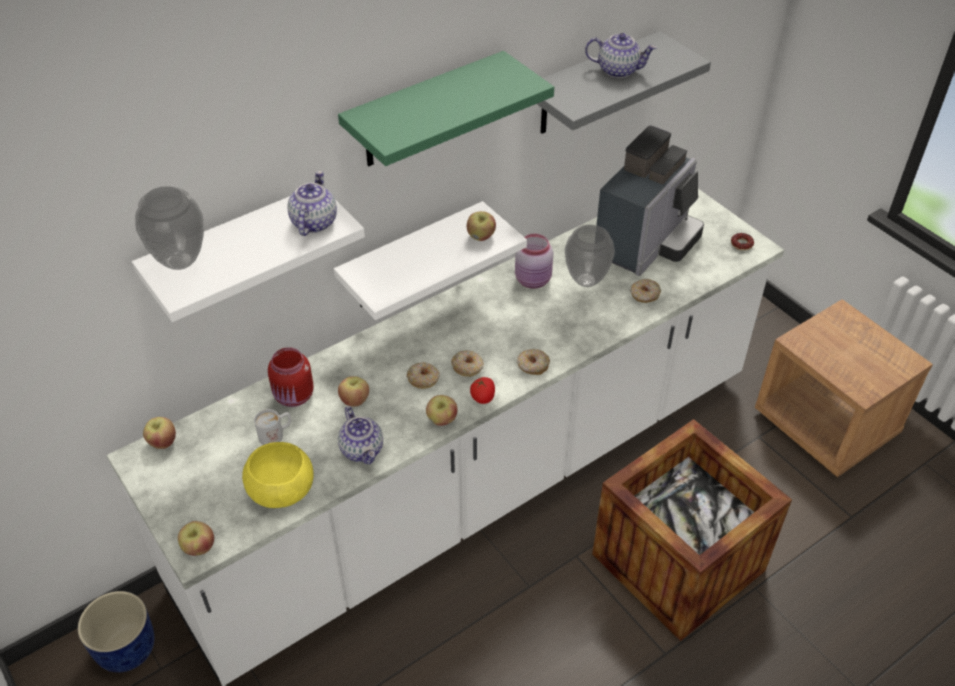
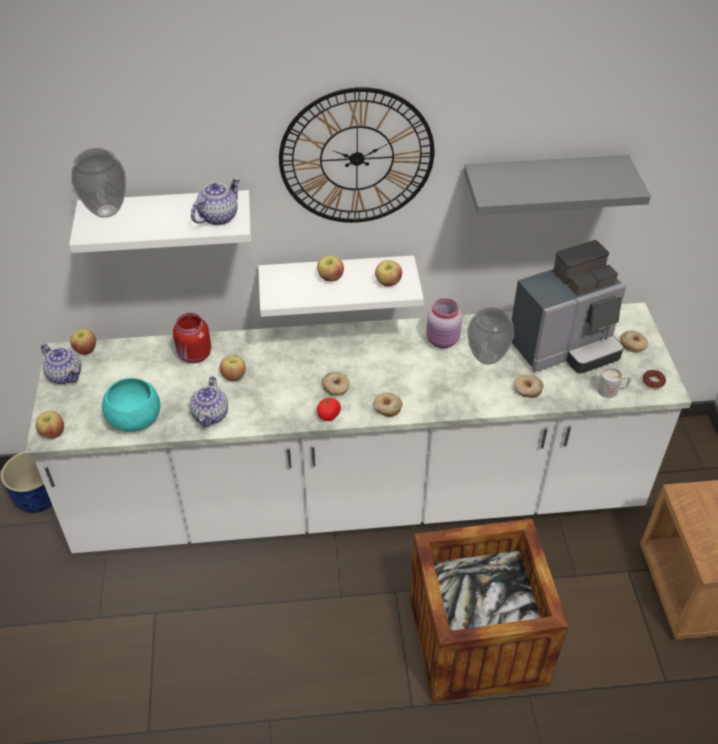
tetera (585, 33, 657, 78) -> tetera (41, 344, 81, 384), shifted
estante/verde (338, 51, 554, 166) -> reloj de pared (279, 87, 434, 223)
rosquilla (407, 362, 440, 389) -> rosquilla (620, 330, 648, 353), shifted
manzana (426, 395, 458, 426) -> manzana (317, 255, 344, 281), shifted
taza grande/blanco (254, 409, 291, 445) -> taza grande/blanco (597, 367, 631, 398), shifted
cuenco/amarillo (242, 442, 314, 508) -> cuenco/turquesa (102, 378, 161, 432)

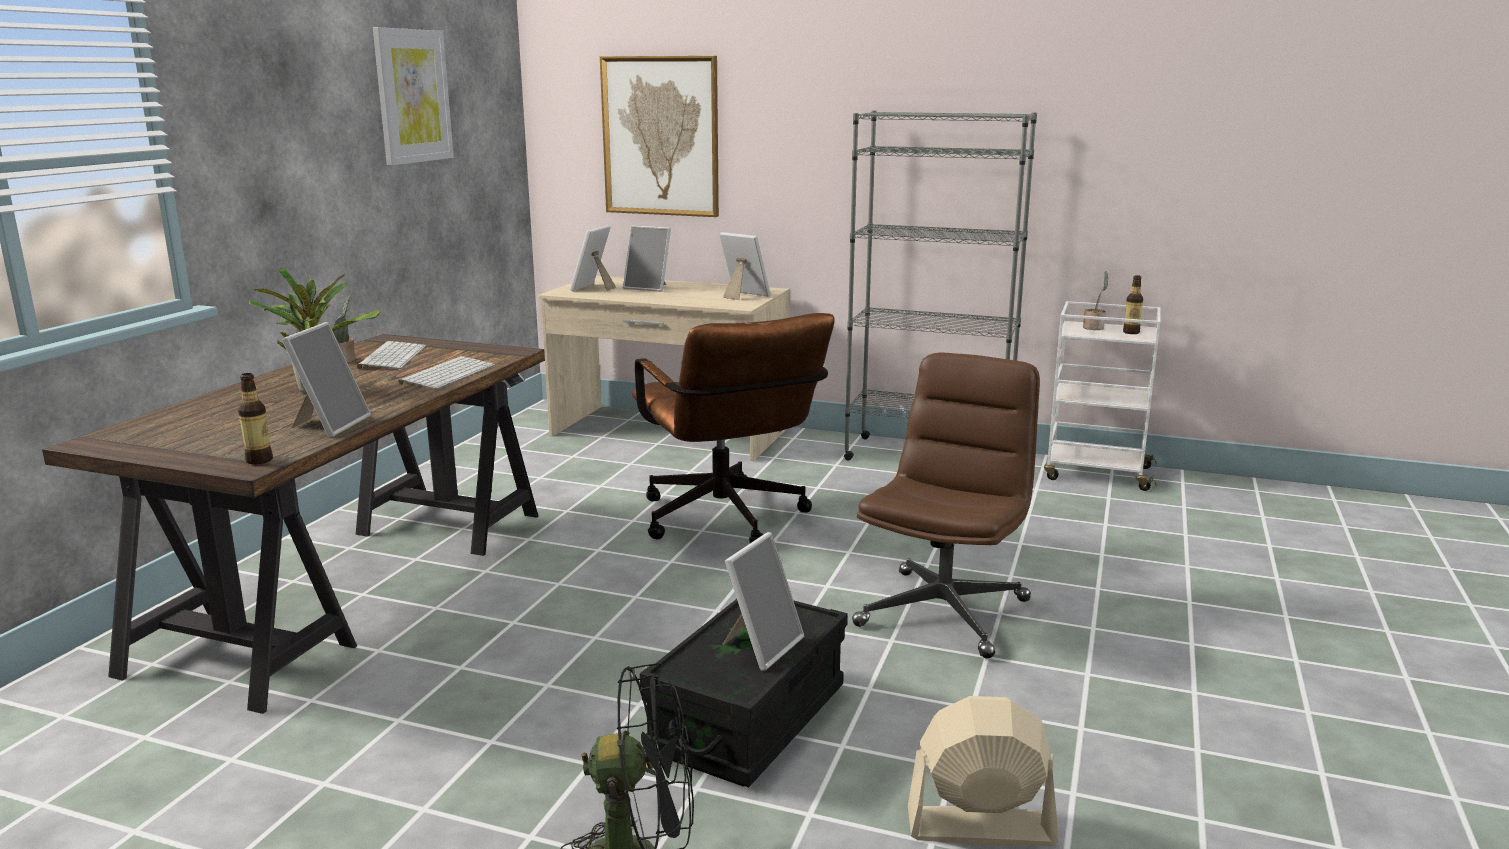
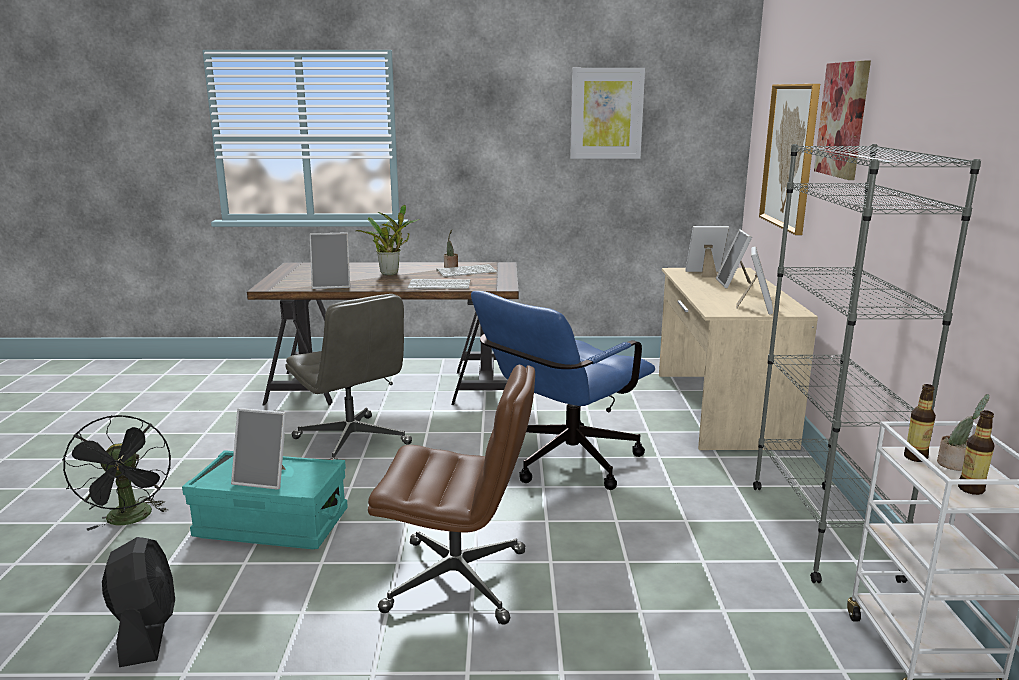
silla de oficina/marrón (632, 313, 835, 543) -> silla de oficina/azul (471, 291, 655, 490)
botella (238, 373, 273, 464) -> botella (904, 384, 936, 462), shifted
caja de almacenaje/negro (640, 599, 848, 787) -> caja de almacenaje/turquesa (182, 450, 348, 549)
ventilador/beis (908, 696, 1059, 846) -> ventilador/negro (102, 537, 175, 667)
none -> cuadro (814, 61, 871, 180)
none -> silla de oficina/gris (285, 294, 412, 460)

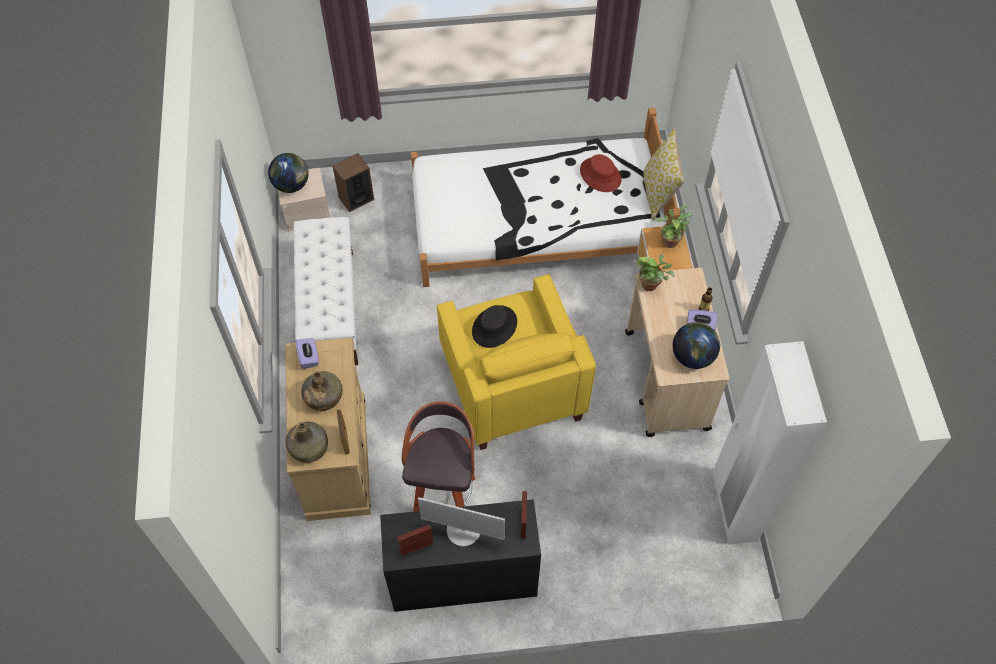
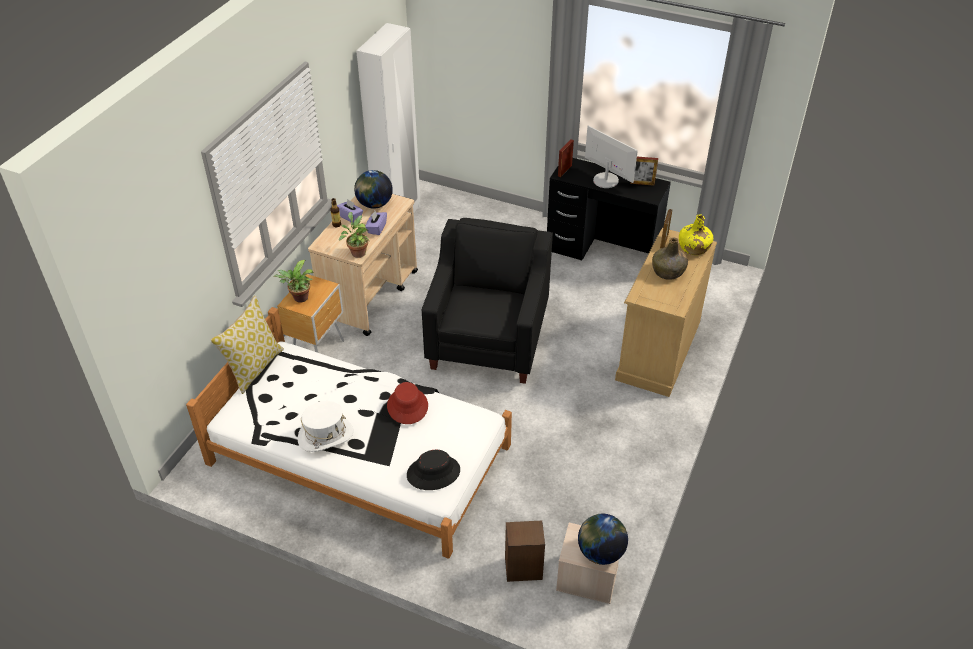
sombrero/rojo (580, 154, 621, 192) -> sombrero/rojo (387, 382, 428, 424), shifted
banco/blanco (294, 217, 358, 365) -> none
sillón/amarillo (437, 274, 596, 450) -> sillón/negro (422, 218, 553, 384)
sombrero/negro (472, 305, 517, 348) -> sombrero/negro (407, 450, 460, 490), shifted
caja de pañuelos/morado (295, 338, 319, 369) -> caja de pañuelos/morado (365, 211, 387, 235), shifted
taburete (402, 401, 476, 512) -> none
botella/verde (286, 422, 328, 463) -> botella/amarillo (679, 215, 713, 255)
none -> sombrero/blanco (298, 401, 354, 452)

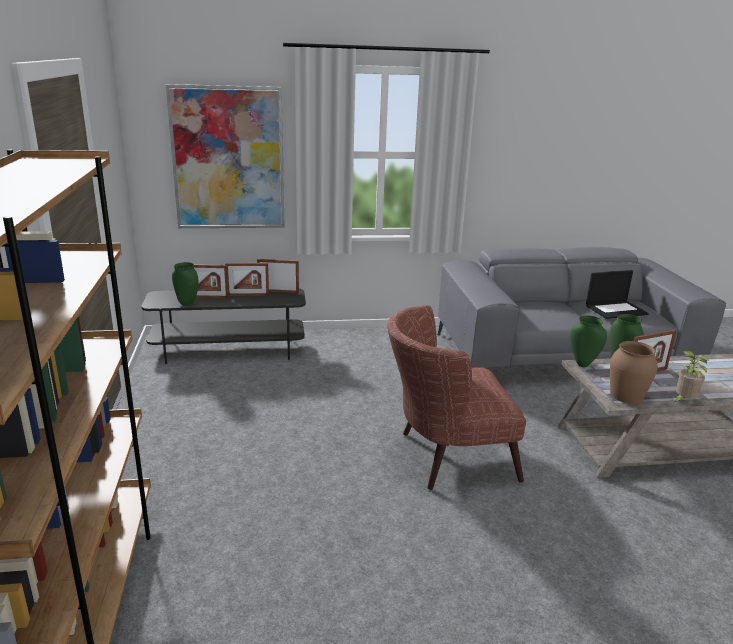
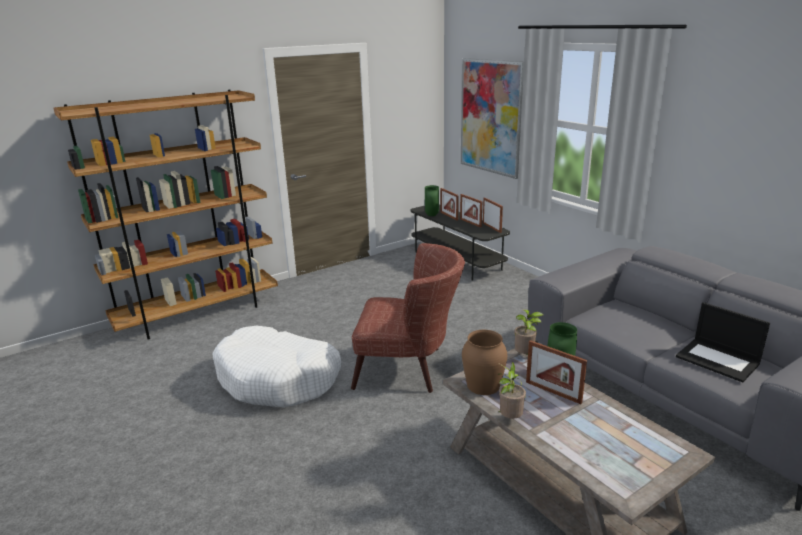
sillón/marrón (387, 305, 526, 490) -> sillón/marrón (351, 243, 465, 393), 135 degrees clockwise
florero/verde (570, 315, 607, 367) -> planta en maceta (514, 310, 543, 355)
none -> cama para perro/blanco (212, 325, 341, 408)

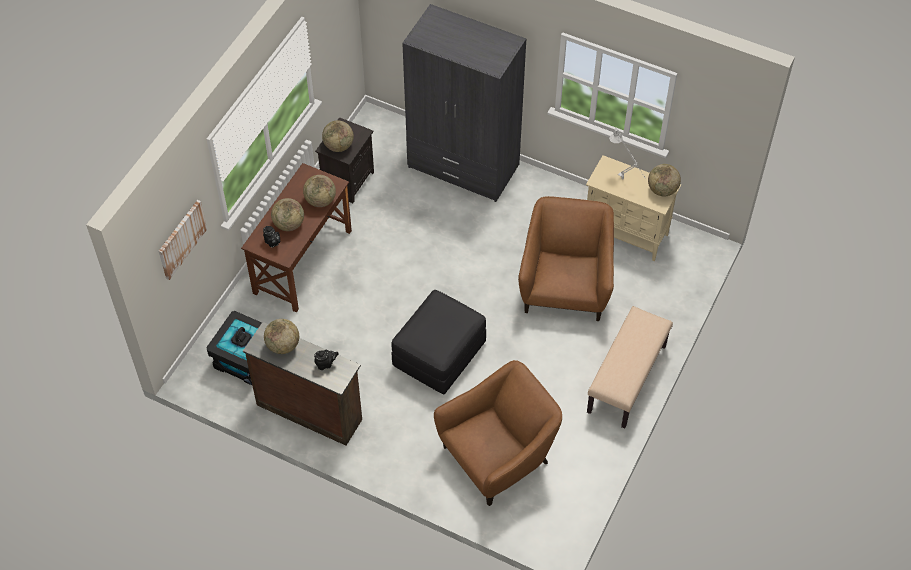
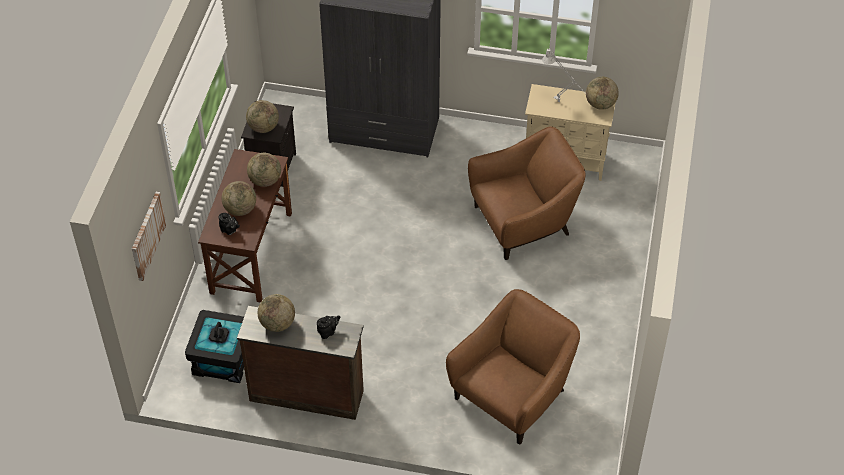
sillón/marrón (518, 196, 614, 321) -> sillón/marrón (468, 126, 585, 260), 75 degrees clockwise
puf/negro (392, 290, 486, 394) -> none
banco/beis (587, 306, 673, 429) -> none

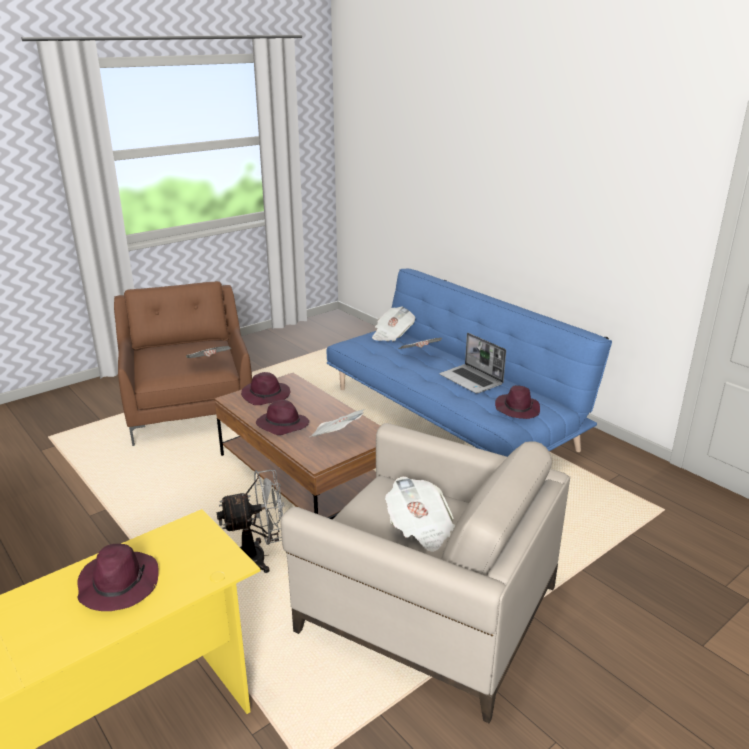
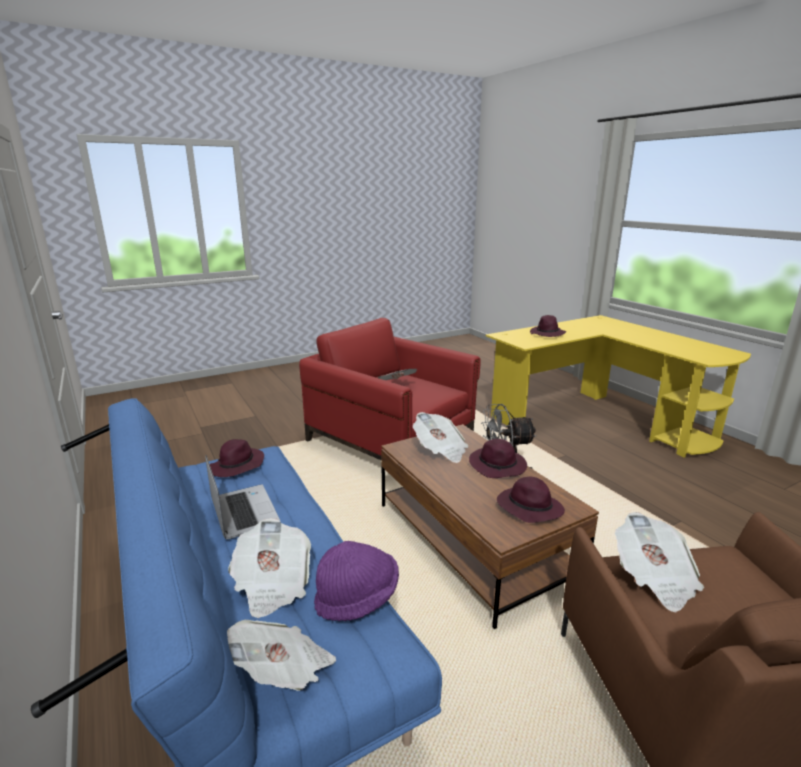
sillón/beis (281, 423, 570, 723) -> sillón/rojo (299, 318, 481, 460)
none -> sombrero/morado (314, 541, 399, 621)

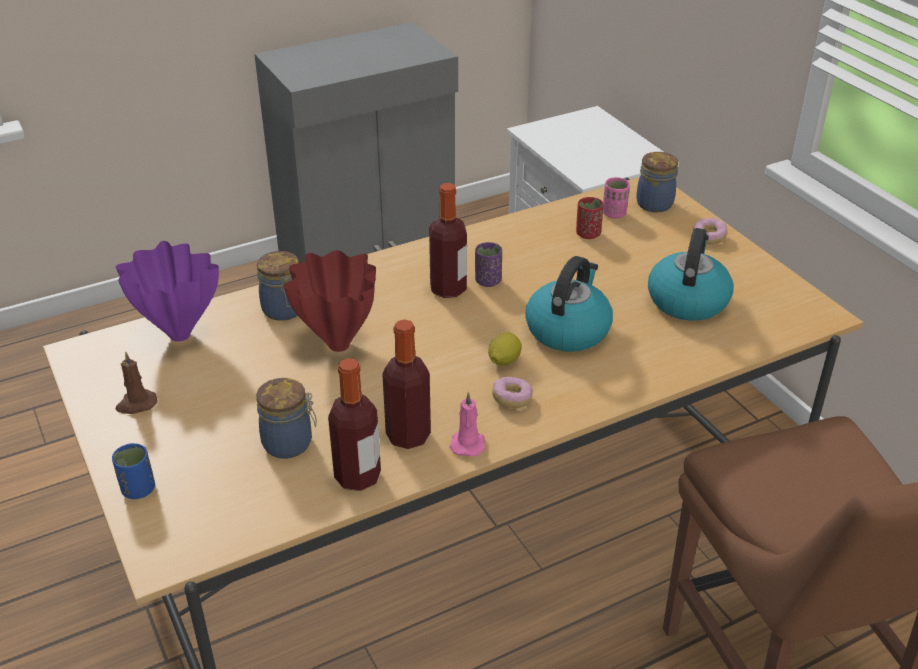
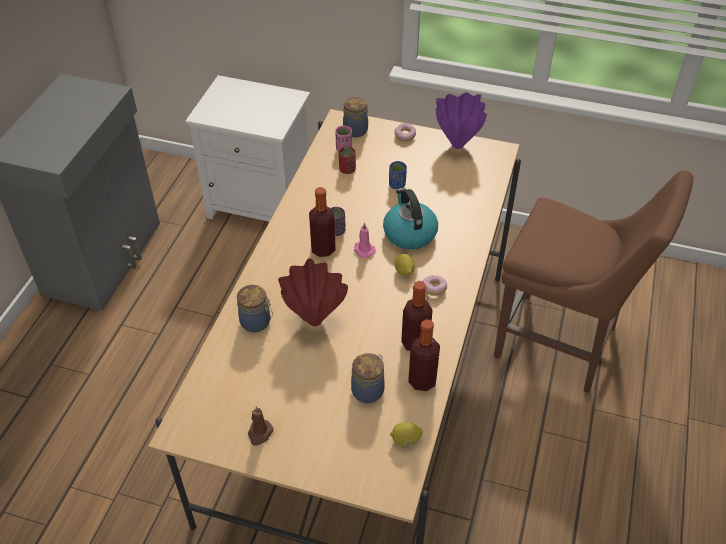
hervidor (648, 228, 733, 321) -> none
florero/morado (116, 241, 219, 342) -> florero/morado (436, 92, 487, 149), shifted
vela/rosa (450, 391, 485, 457) -> vela/rosa (354, 223, 376, 258), shifted
taza/azul (112, 443, 155, 499) -> taza/azul (389, 161, 407, 189), shifted
none -> limón (390, 422, 423, 446)

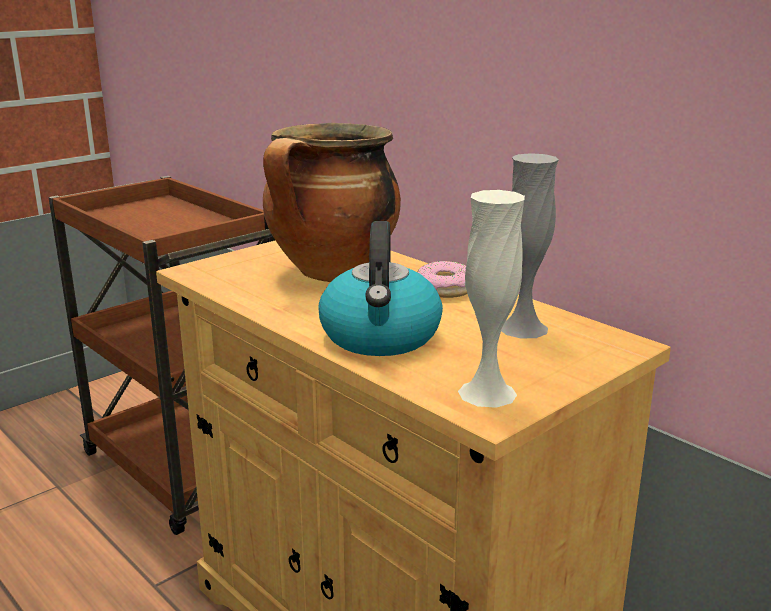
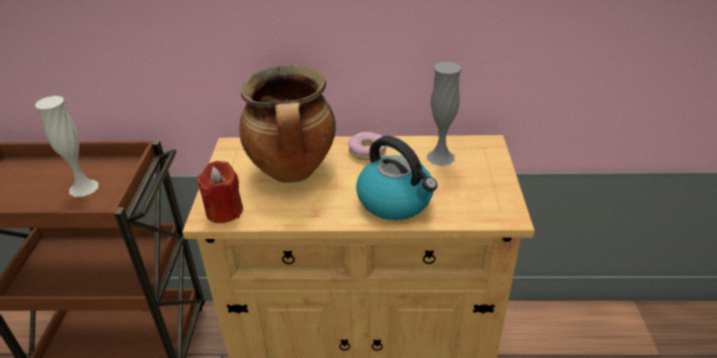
florero/blanco (458, 190, 525, 408) -> florero/blanco (35, 96, 98, 197), shifted
none -> vela/rojo (196, 161, 243, 223)

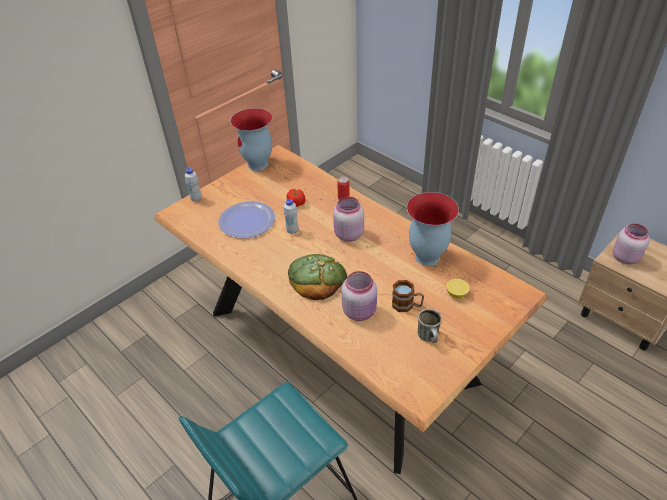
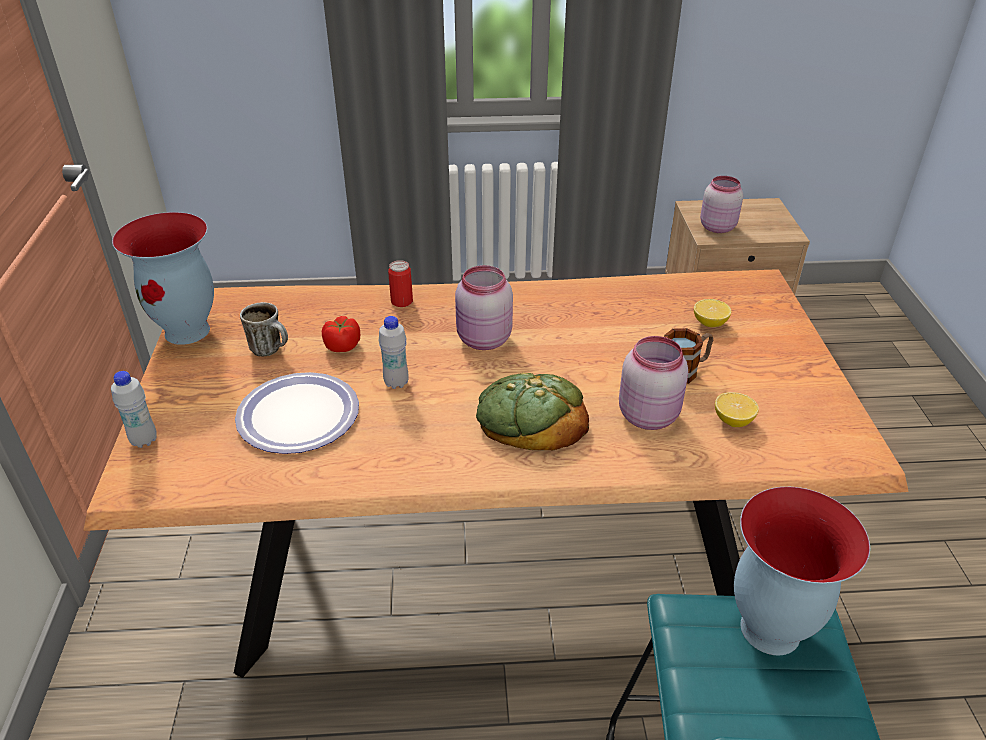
florero (407, 192, 459, 266) -> florero (734, 487, 870, 655), shifted
taza grande (418, 309, 442, 343) -> taza grande (240, 302, 288, 357), shifted
none -> limón (715, 392, 759, 427)

